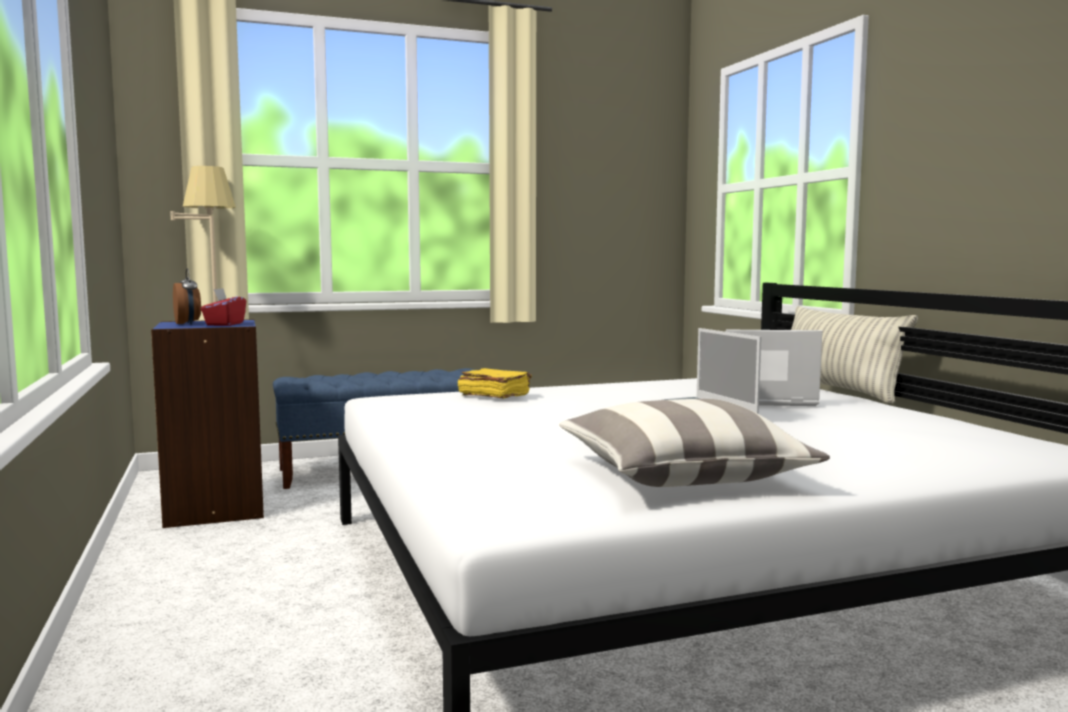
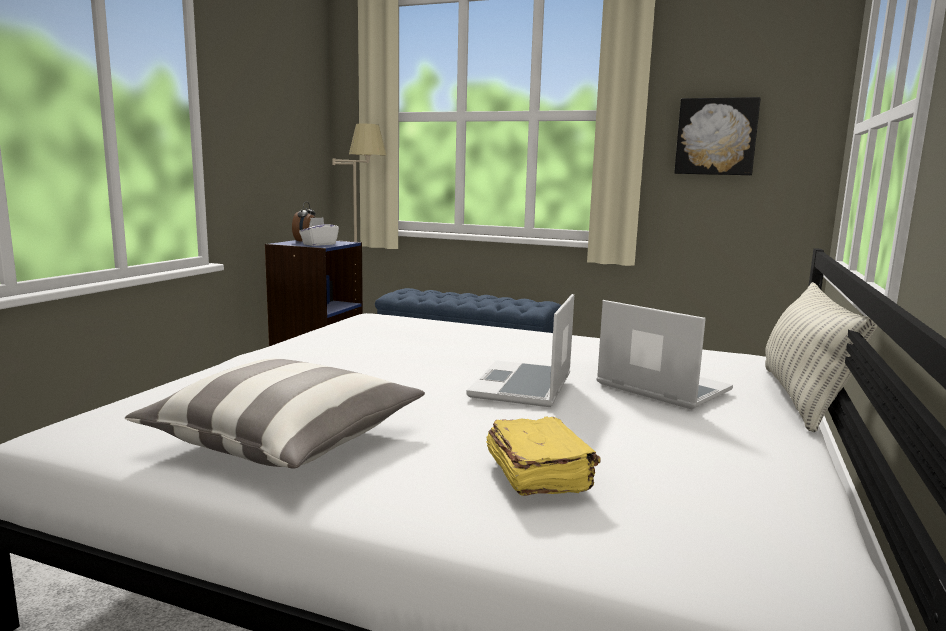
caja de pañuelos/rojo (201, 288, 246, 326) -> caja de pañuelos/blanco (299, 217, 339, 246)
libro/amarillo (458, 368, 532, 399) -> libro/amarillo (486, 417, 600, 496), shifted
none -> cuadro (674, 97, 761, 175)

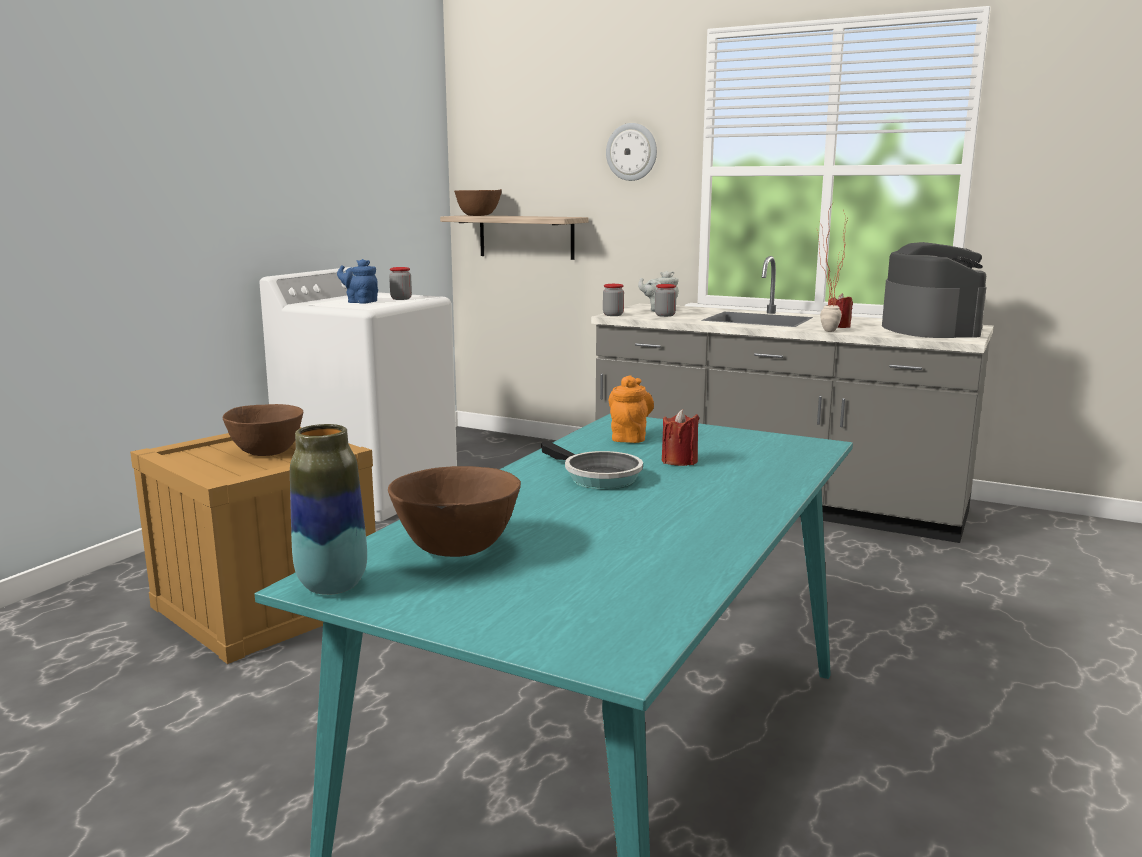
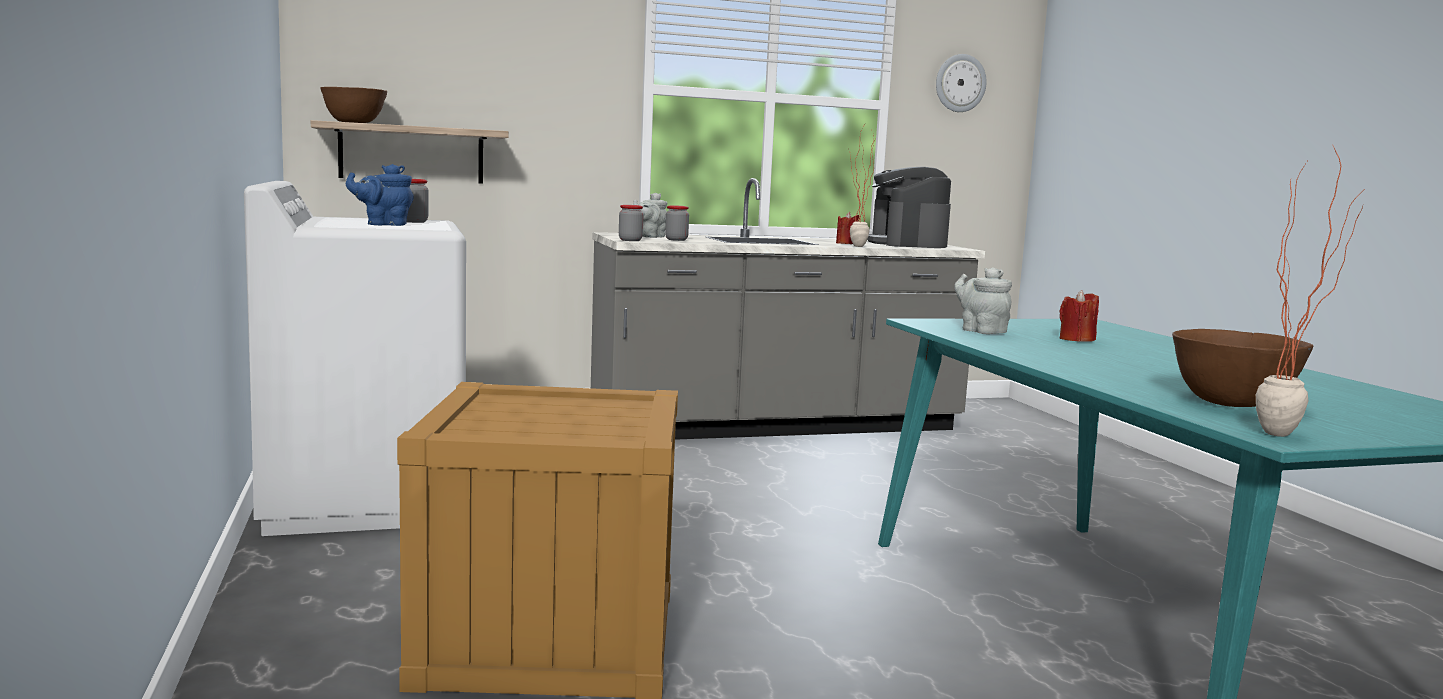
reloj de pared (606, 123, 657, 181) -> reloj de pared (936, 54, 987, 112), shifted
cafetera (882, 242, 986, 338) -> cafetera (867, 167, 951, 248), 135 degrees counterclockwise
tetera/naranja (609, 375, 654, 443) -> tetera/gris (954, 267, 1012, 334)
cuenco/marrón (222, 404, 303, 456) -> none
florero (290, 424, 367, 595) -> planta en maceta (1256, 146, 1363, 437)
sartén (541, 441, 643, 489) -> none

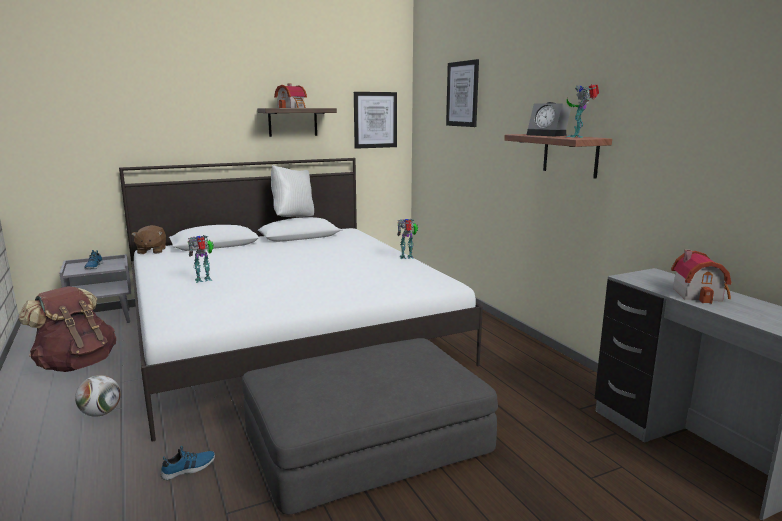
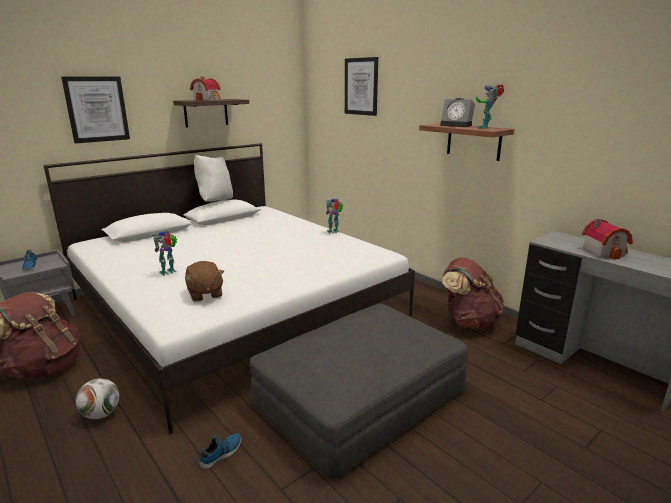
cuadro (354, 92, 397, 149) -> cuadro (61, 76, 130, 144), shifted
peluche/marrón (132, 225, 166, 254) -> peluche/marrón (185, 261, 224, 302), shifted
none -> mochila/marrón (442, 257, 504, 329)

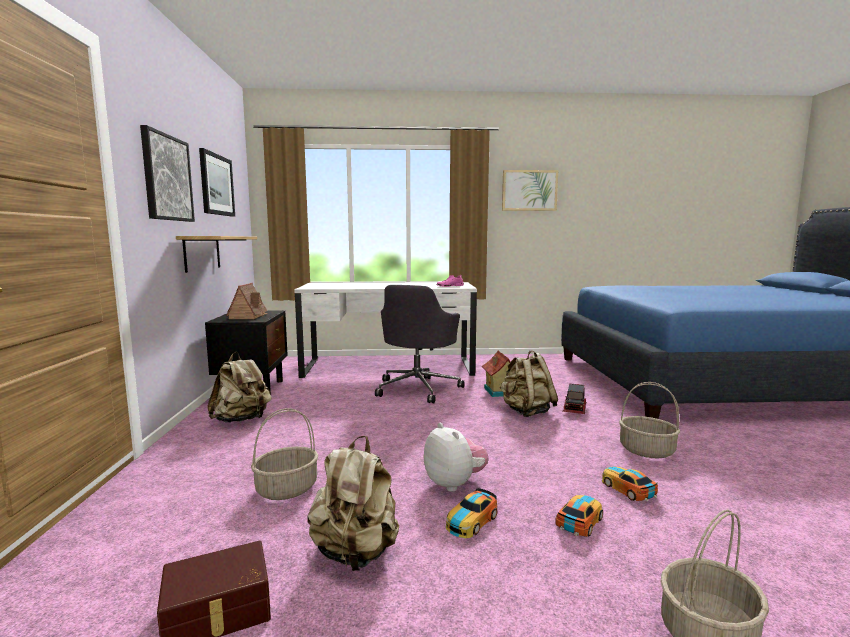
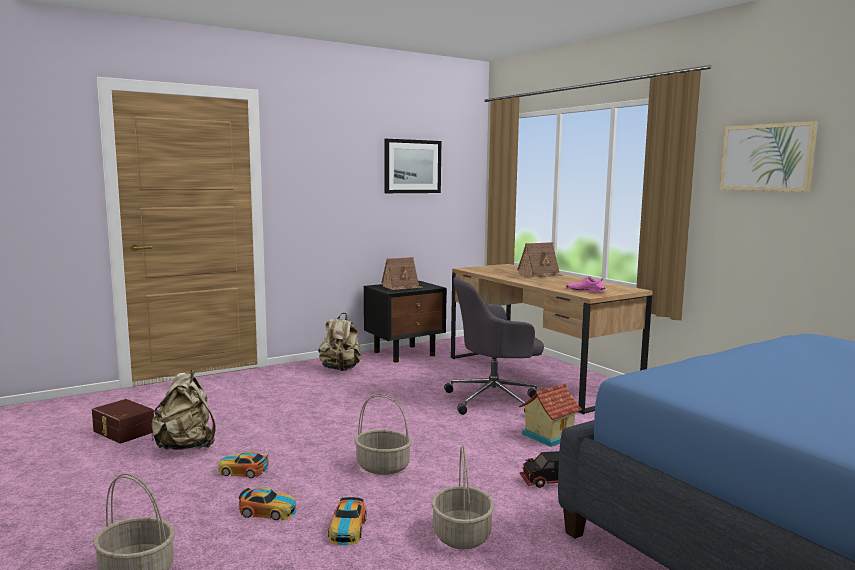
cuadro (140, 125, 195, 222) -> none
estante (176, 236, 257, 273) -> none
escritorio/blanco (294, 282, 477, 378) -> escritorio/marrón (451, 264, 653, 414)
mochila/beis (500, 351, 558, 417) -> none
cesta (251, 408, 319, 500) -> cesta (354, 394, 412, 475), shifted
peluche (424, 423, 489, 492) -> none
coche de juguete (602, 467, 658, 501) -> coche de juguete (328, 497, 367, 546), 150 degrees clockwise
none -> casita (517, 242, 561, 277)

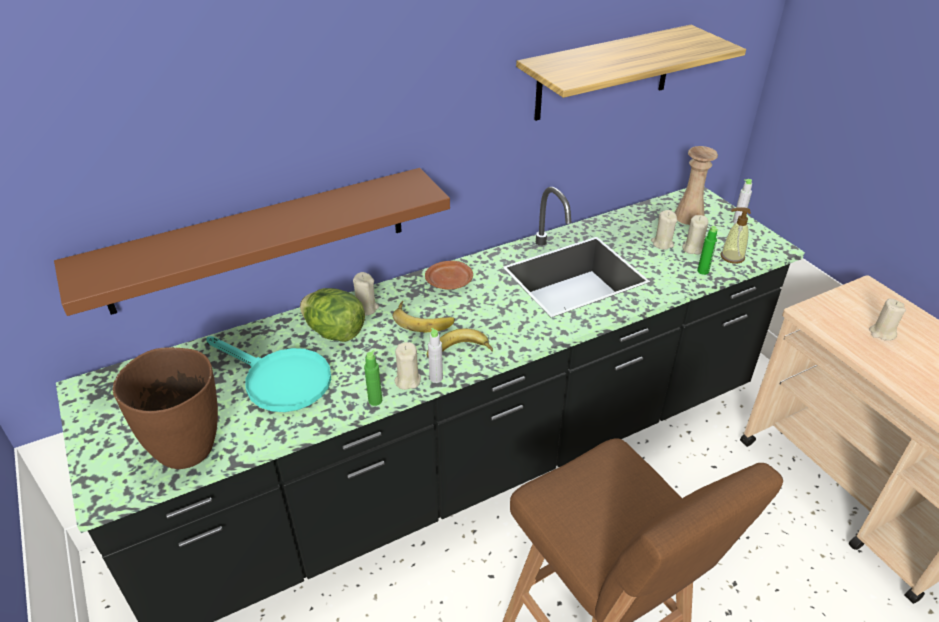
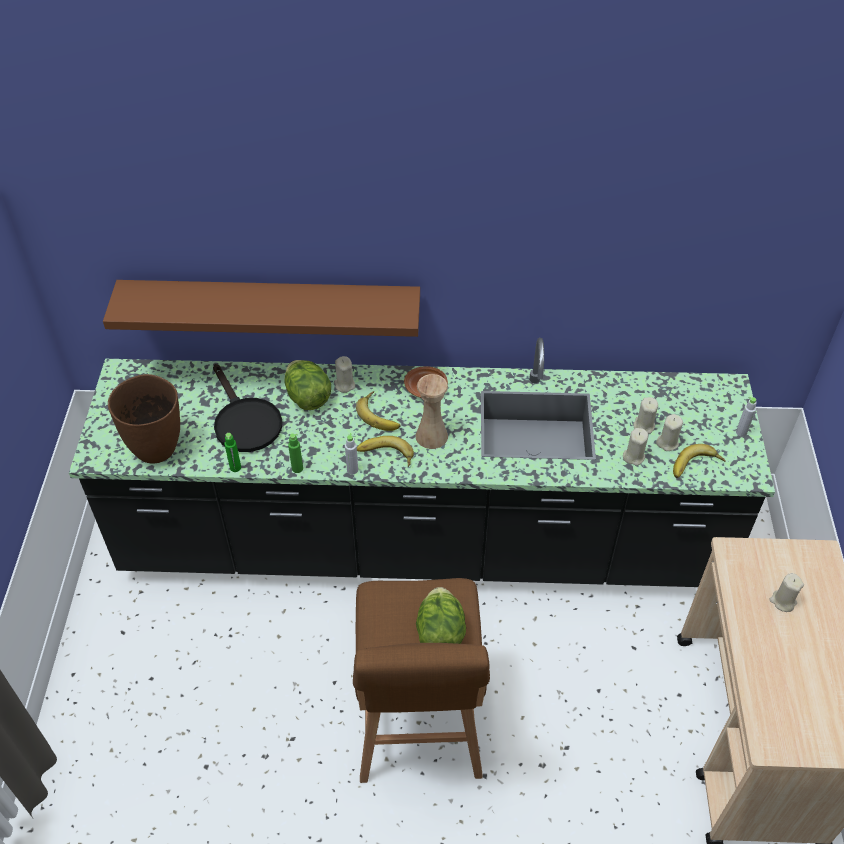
estante (516, 25, 746, 121) -> none
florero/beis (674, 146, 718, 225) -> florero/beis (416, 374, 448, 449), shifted
dispensador de jabón (720, 207, 751, 264) -> plátano (673, 444, 726, 478)
botella/verde (697, 226, 718, 275) -> botella/verde (224, 433, 241, 472), shifted
sartén/turquesa (206, 336, 331, 412) -> sartén/negro (213, 364, 282, 452)
vela/beis (394, 342, 421, 390) -> vela/beis (623, 428, 648, 466), shifted
none -> lechuga (416, 587, 466, 644)

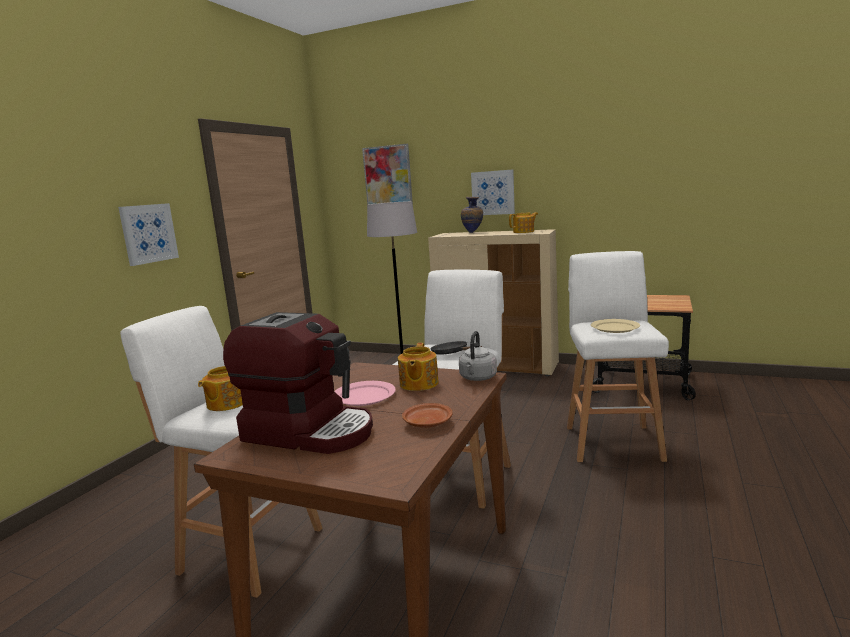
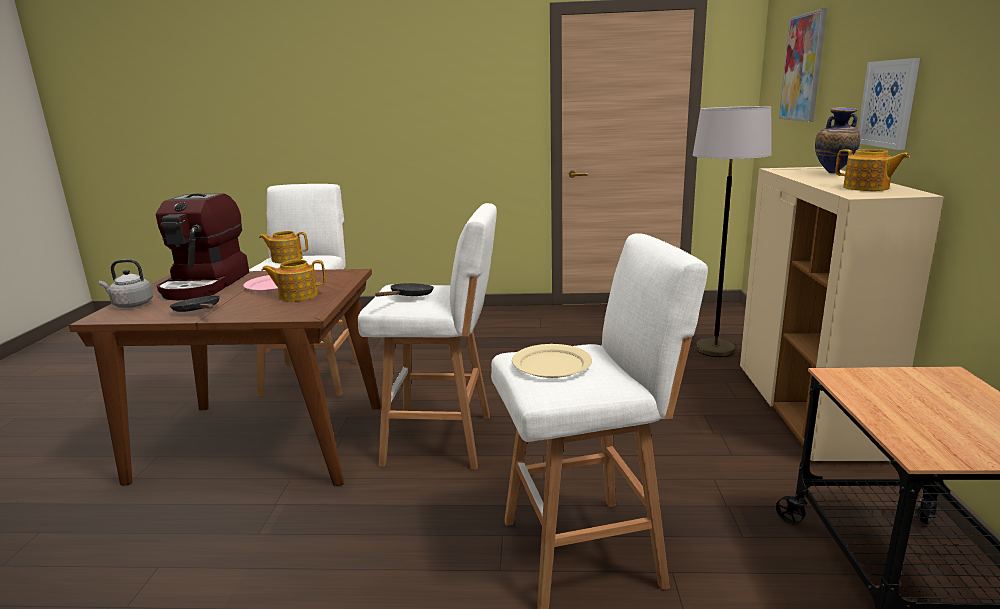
cuadro (118, 203, 179, 266) -> none
hervidor/gris (459, 331, 497, 381) -> hervidor/gris (99, 259, 153, 308), shifted
plato/marrón (402, 403, 453, 428) -> sartén/negro (170, 295, 220, 312)

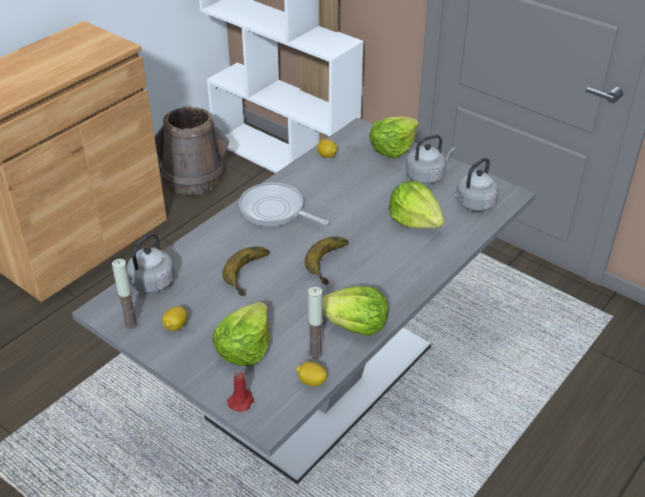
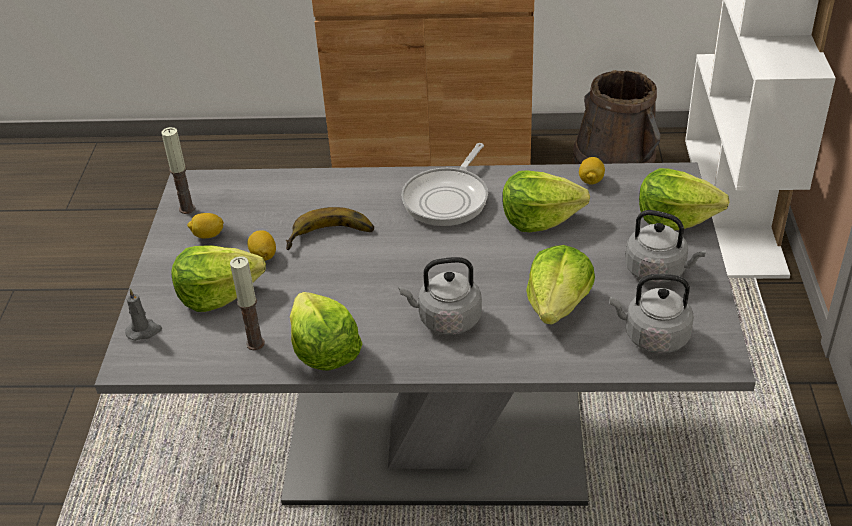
sartén (239, 183, 329, 226) -> sartén (402, 143, 488, 226), 150 degrees counterclockwise
hervidor/gris (127, 233, 175, 293) -> hervidor/gris (399, 257, 482, 335), shifted
plátano (305, 236, 348, 284) -> none
limón (296, 362, 327, 386) -> limón (247, 230, 276, 261), shifted
vela/rojo (227, 370, 254, 412) -> vela/gris (125, 288, 162, 341)
none -> lechuga (502, 171, 590, 232)

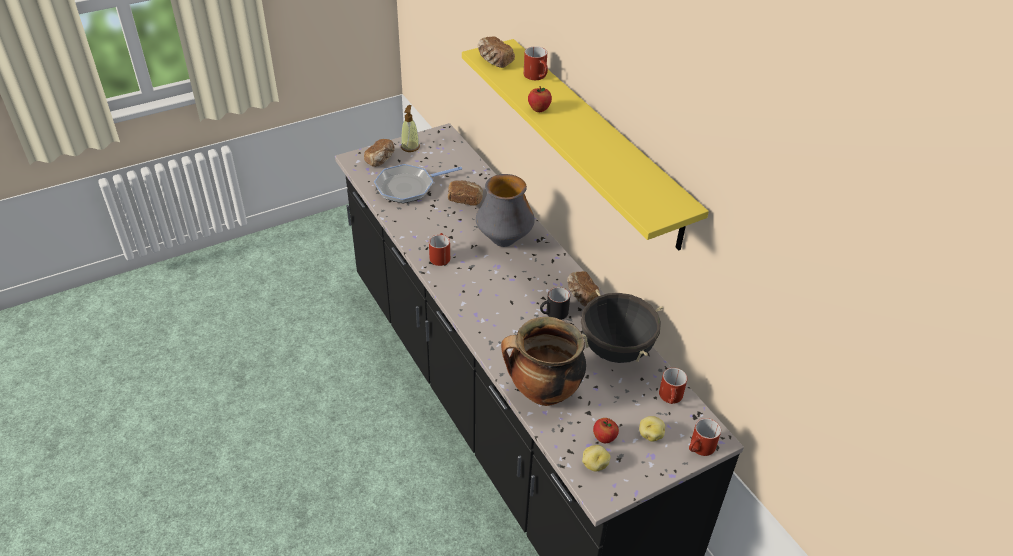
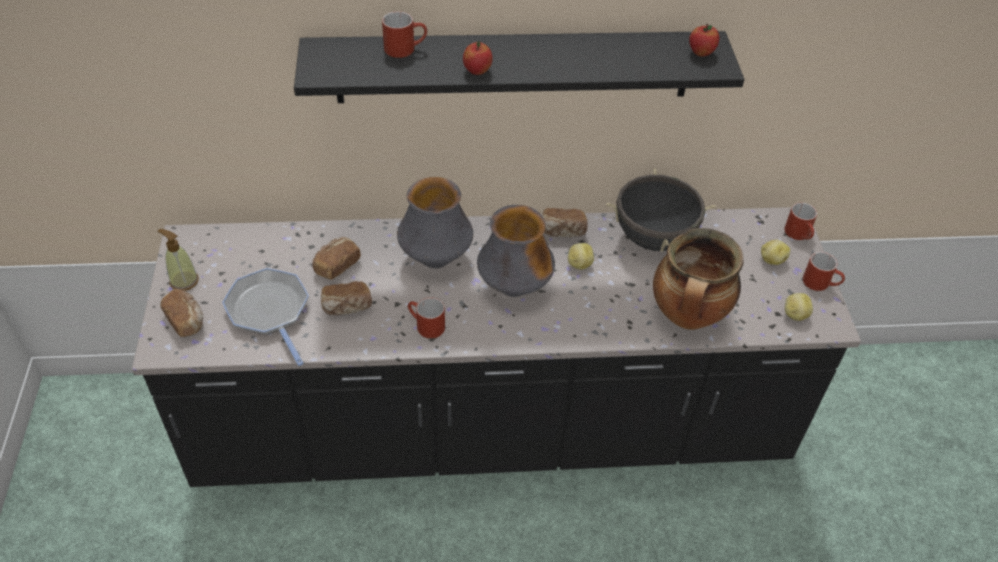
pan (478, 36, 515, 68) -> pan (321, 281, 372, 315), shifted
estante/amarillo (462, 39, 709, 250) -> estante/negro (294, 31, 744, 103)
sartén (374, 164, 462, 203) -> sartén (222, 268, 309, 366), 150 degrees clockwise
taza grande/negro (540, 287, 570, 320) -> patata (568, 243, 594, 270)
taza grande/rojo (659, 368, 687, 404) -> taza grande/rojo (803, 252, 845, 291), shifted
manzana (593, 418, 619, 443) -> manzana (689, 24, 719, 57), shifted
none -> florero (477, 205, 555, 297)

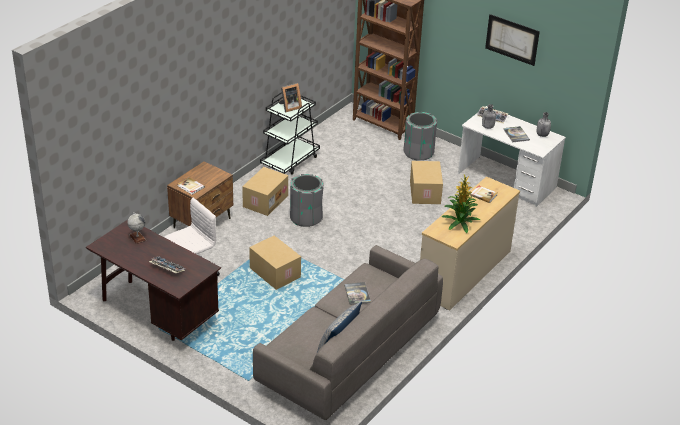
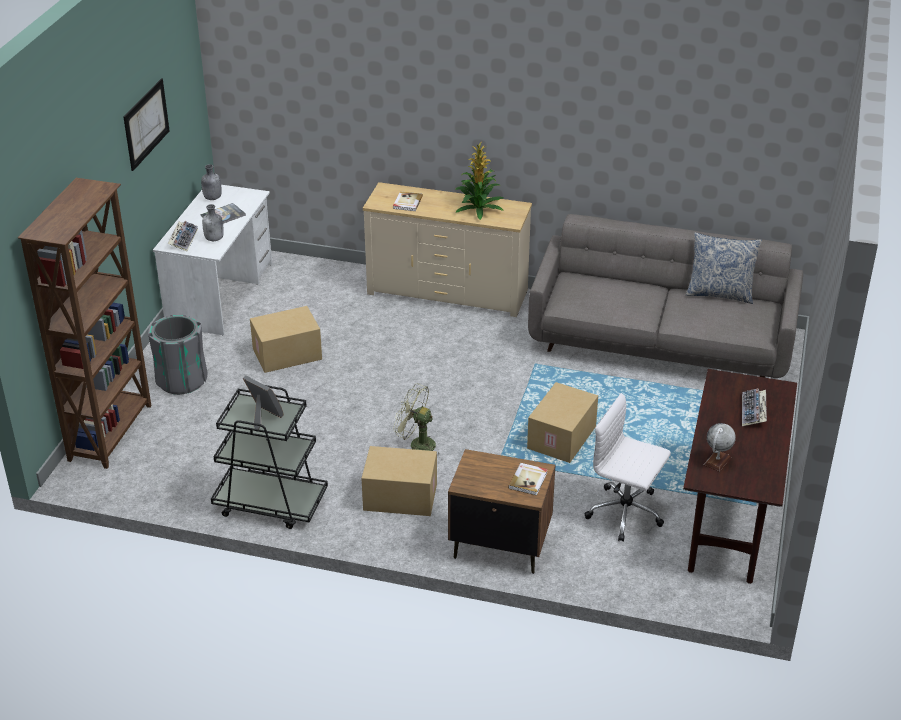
papelera/gris (290, 174, 324, 227) -> ventilador/verde (393, 383, 438, 456)
libro (344, 282, 371, 305) -> none

